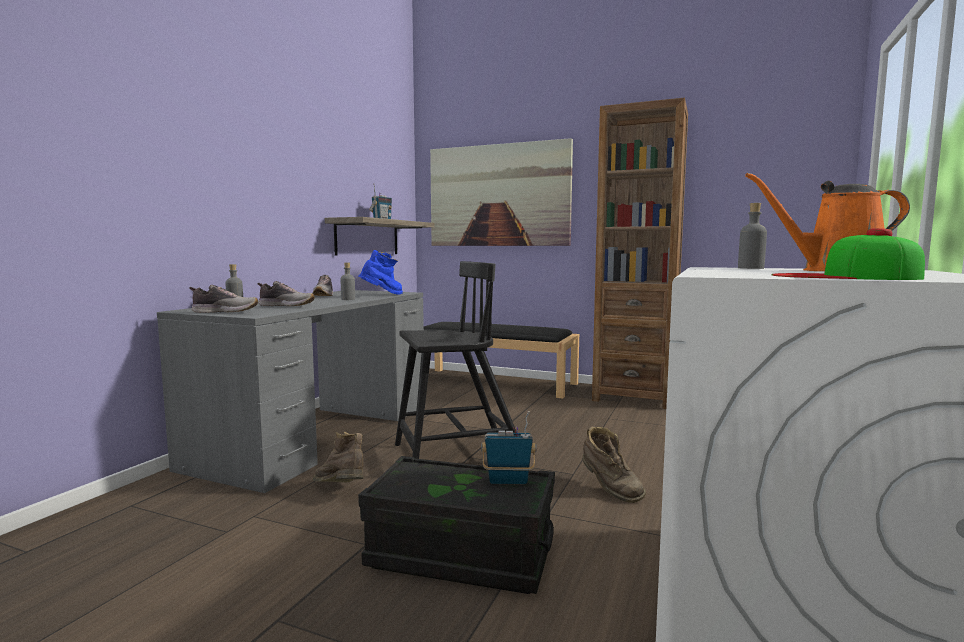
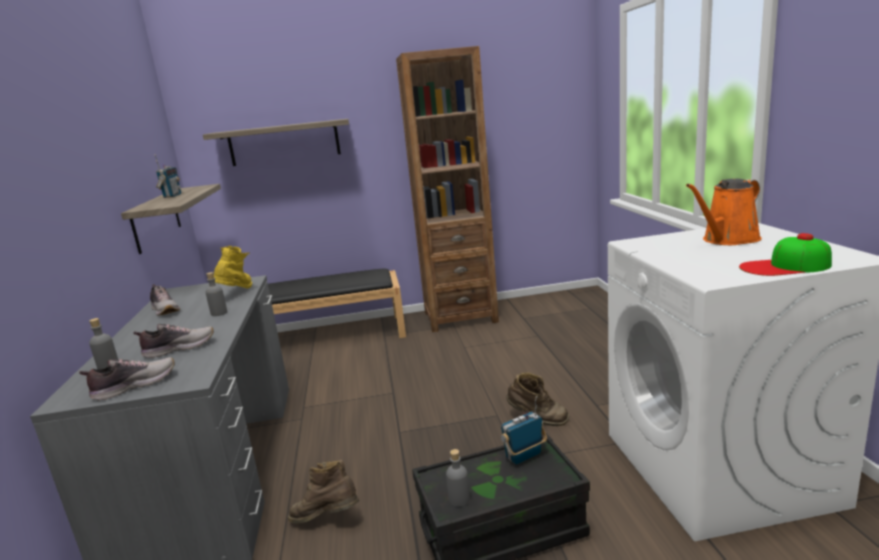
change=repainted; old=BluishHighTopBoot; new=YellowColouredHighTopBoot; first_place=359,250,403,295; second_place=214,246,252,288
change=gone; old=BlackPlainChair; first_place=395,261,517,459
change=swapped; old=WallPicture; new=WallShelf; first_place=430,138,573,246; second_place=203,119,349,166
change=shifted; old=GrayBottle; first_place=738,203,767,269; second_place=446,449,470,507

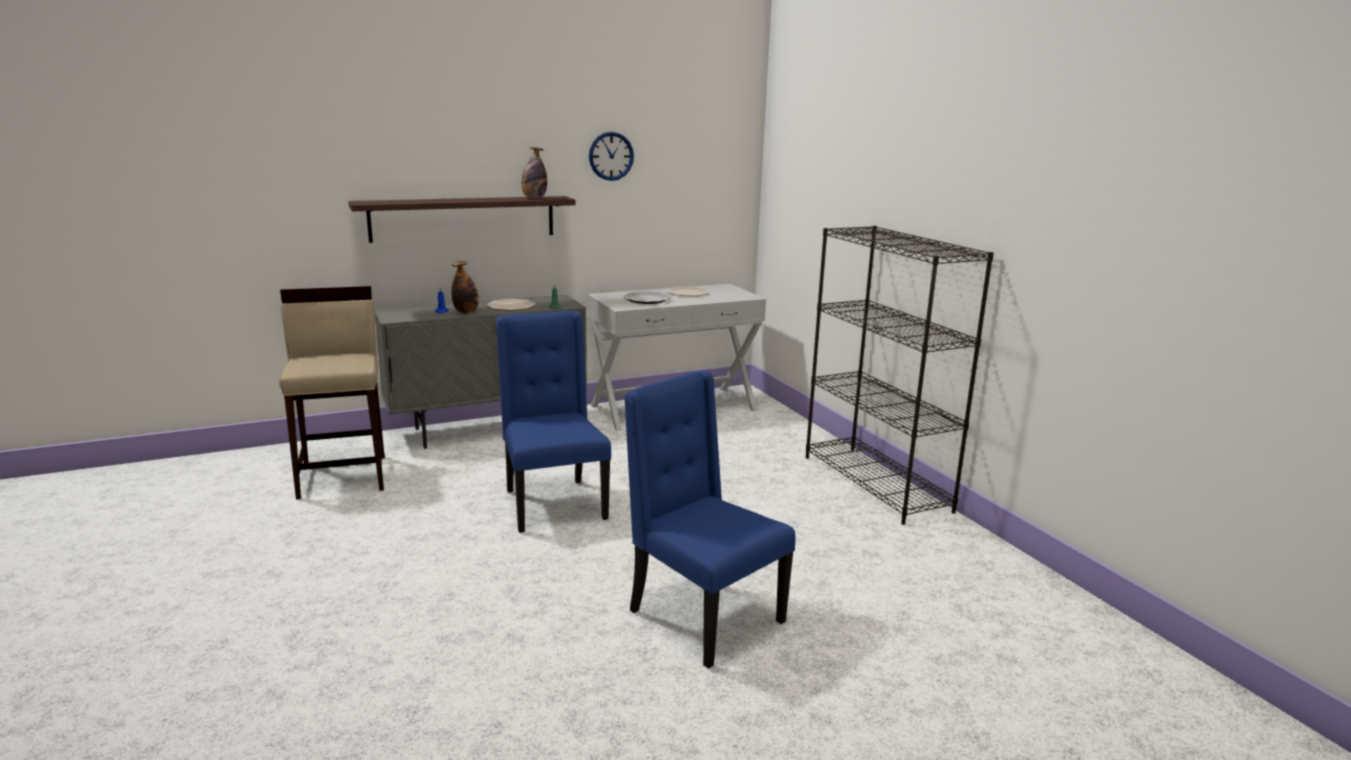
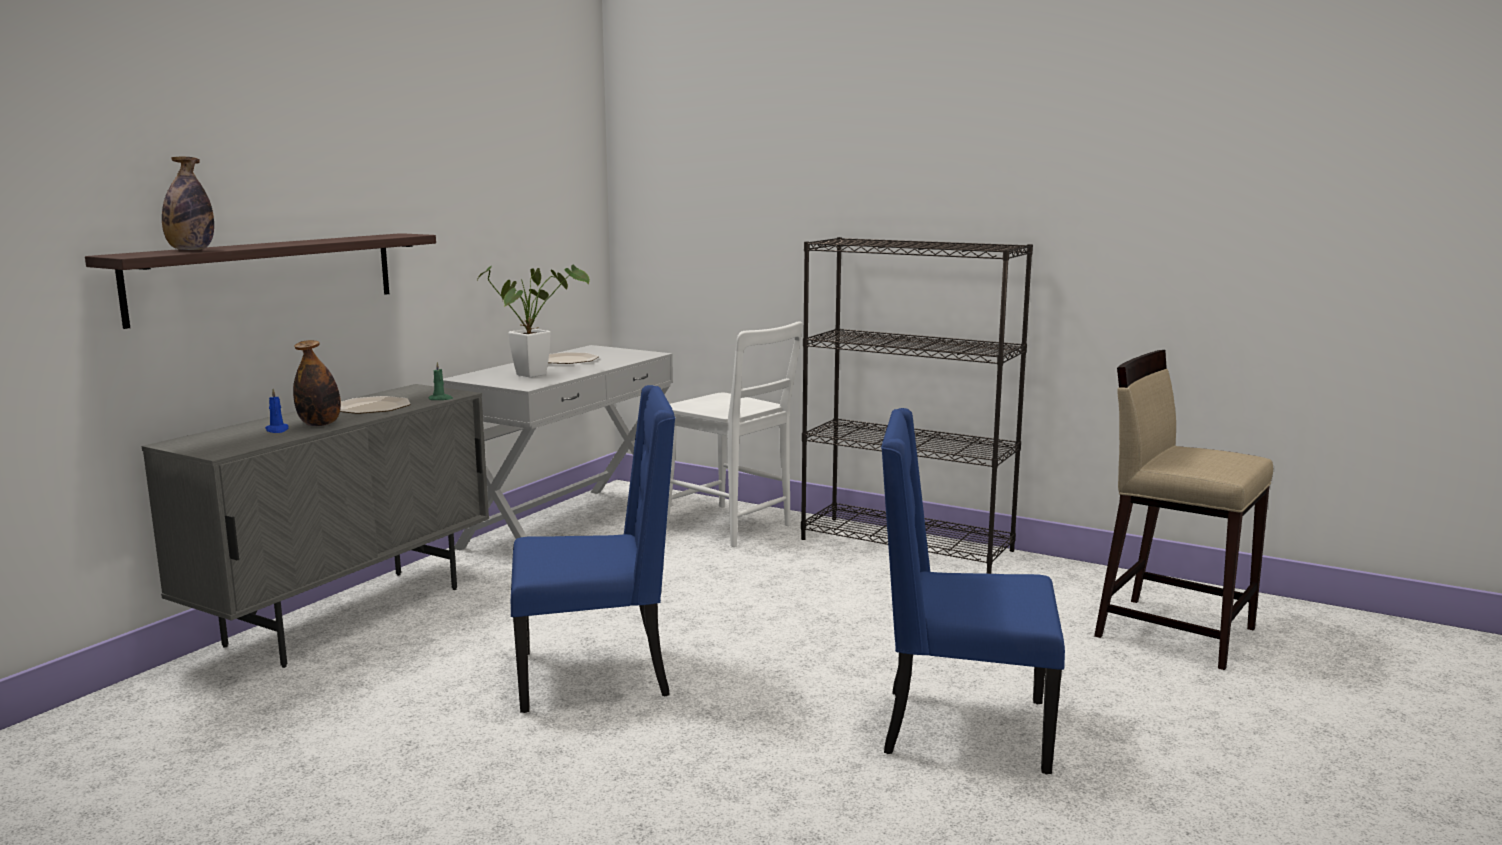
change=shifted; old=BeigeSittingStool; first_place=279,286,385,500; second_place=1094,350,1273,670
change=rotated; old=BluishPlainChair; first_place=496,311,611,533; second_place=511,385,675,713; degrees=135
change=shifted; old=Bottle; first_place=522,147,547,198; second_place=162,157,214,250
change=gone; old=ClockOnTheWall; first_place=589,132,634,181
change=swapped; old=FlatDish; new=Houseplant; first_place=623,291,670,304; second_place=477,265,590,378
change=new; new=WhitishPlainChair; second_place=666,321,803,547

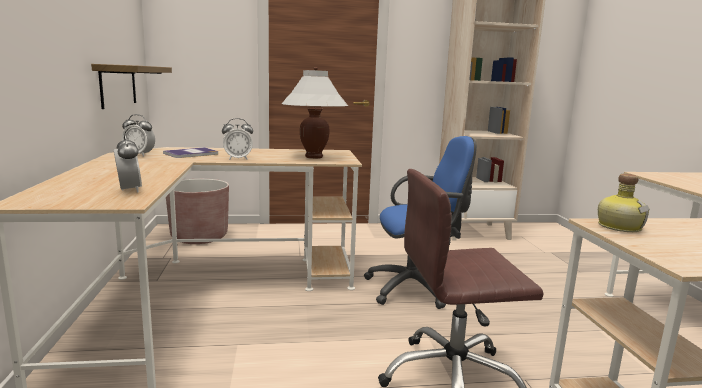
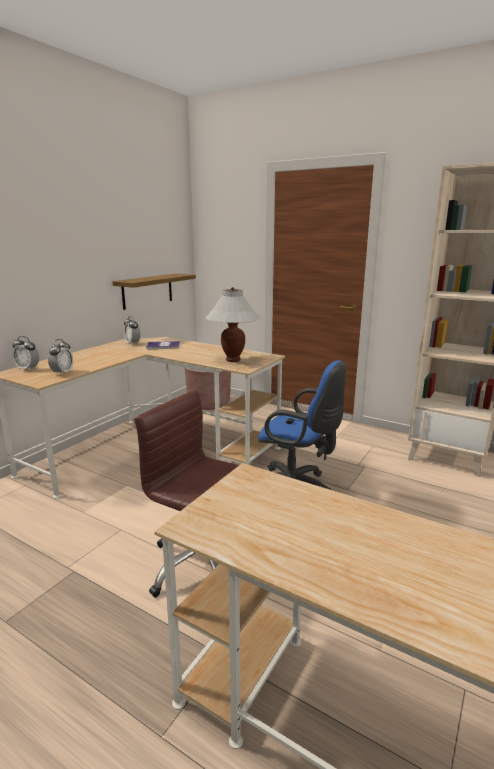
change=shifted; old=BedsideClock; first_place=222,118,253,160; second_place=12,336,39,371
change=gone; old=Bottle; first_place=598,174,650,232

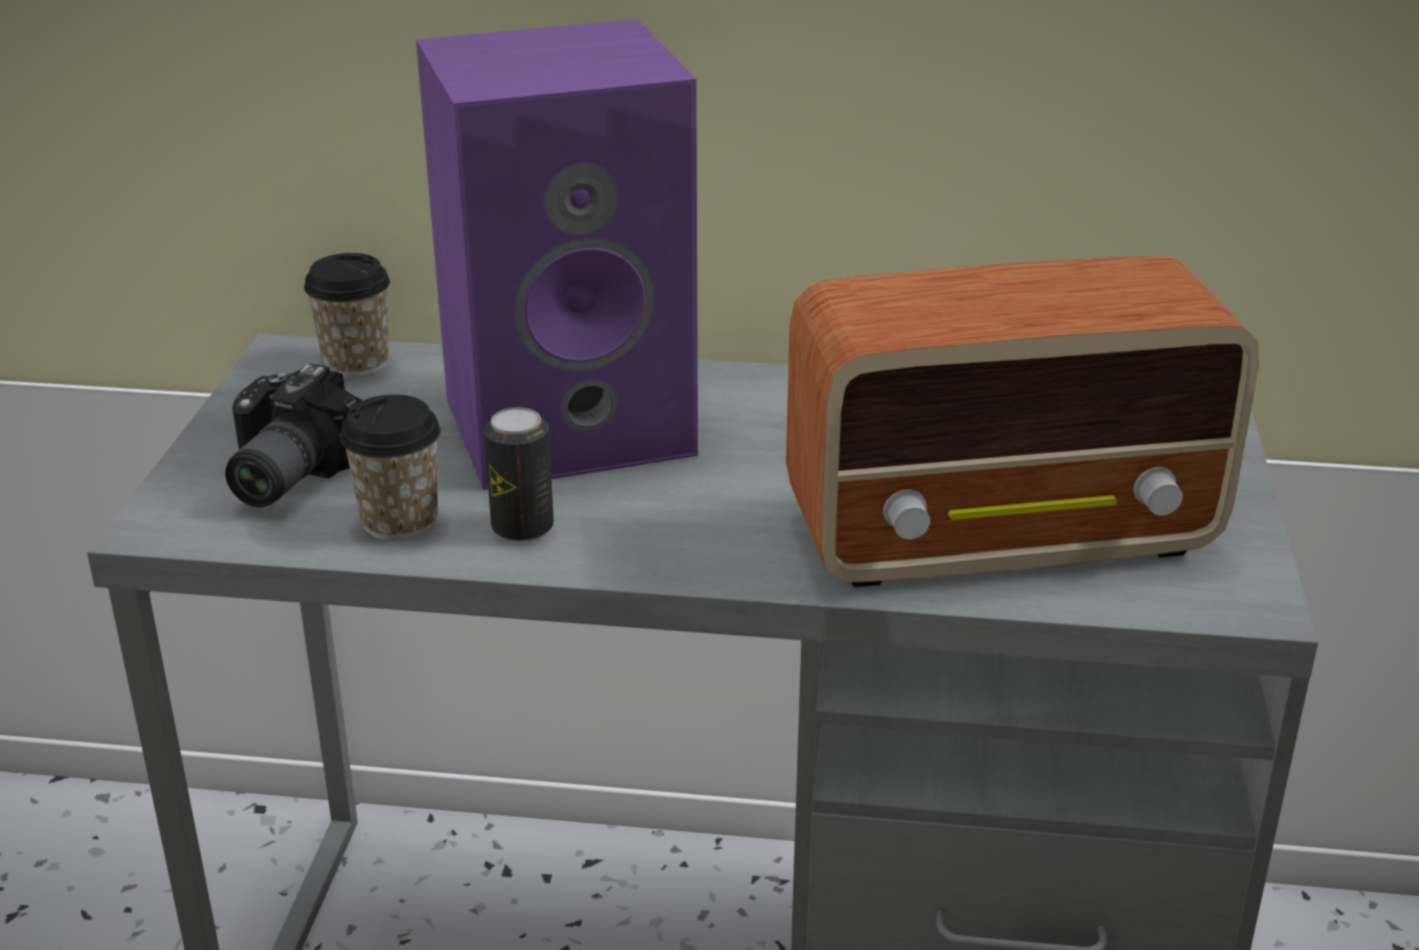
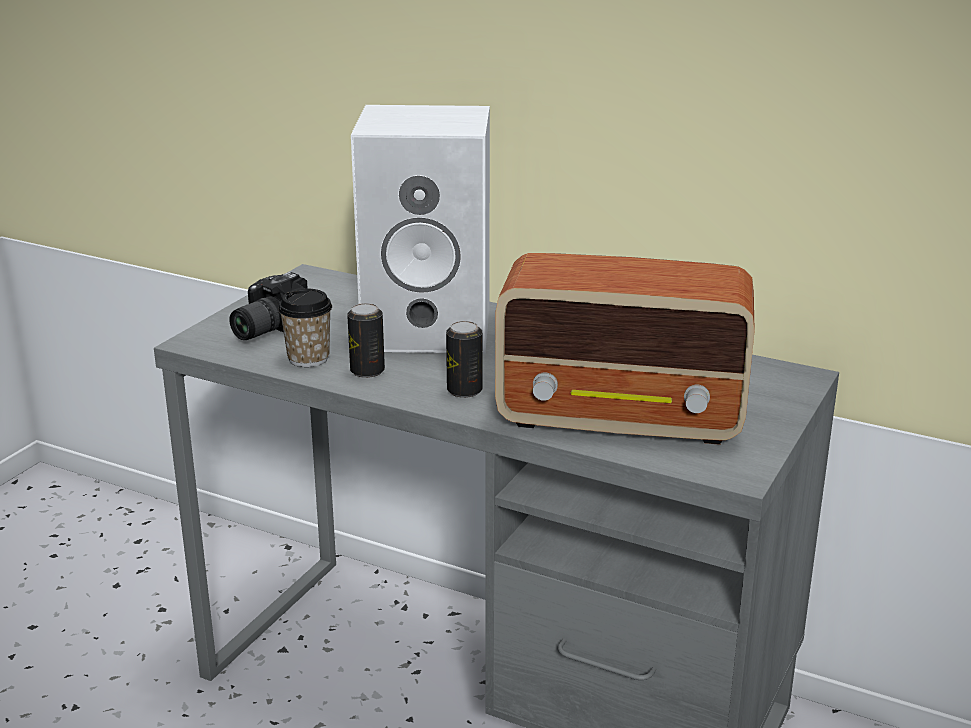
change=gone; old=SmallCup; first_place=304,253,390,378
change=repainted; old=PurpleAudioSpeaker; new=WhitishAudioSpeaker; first_place=416,19,698,490; second_place=351,105,490,354
change=new; new=Can; second_place=446,321,482,398

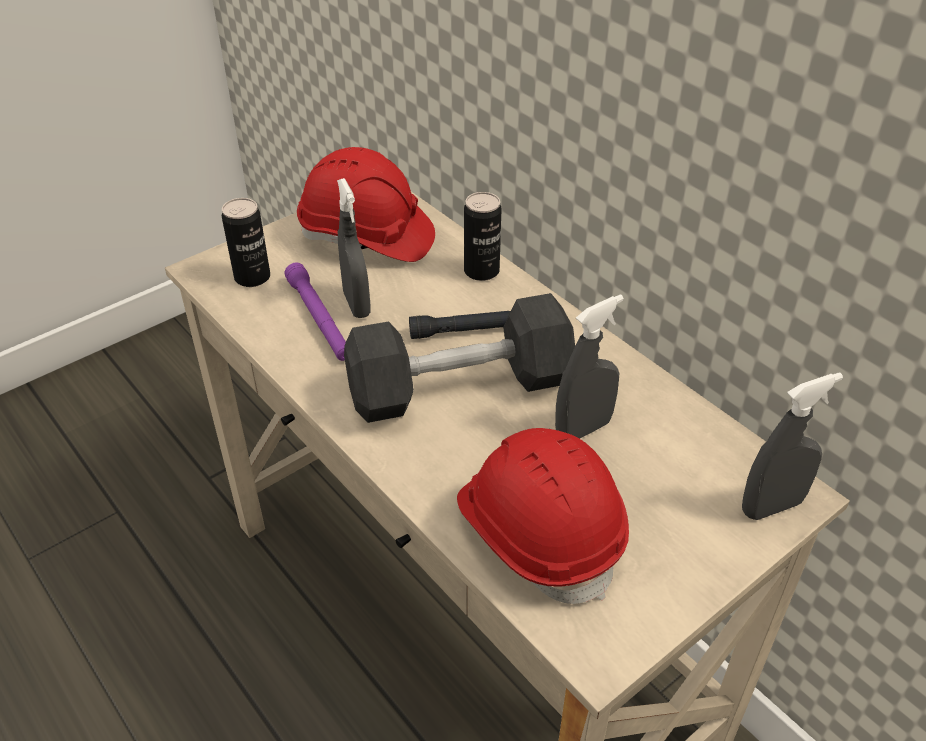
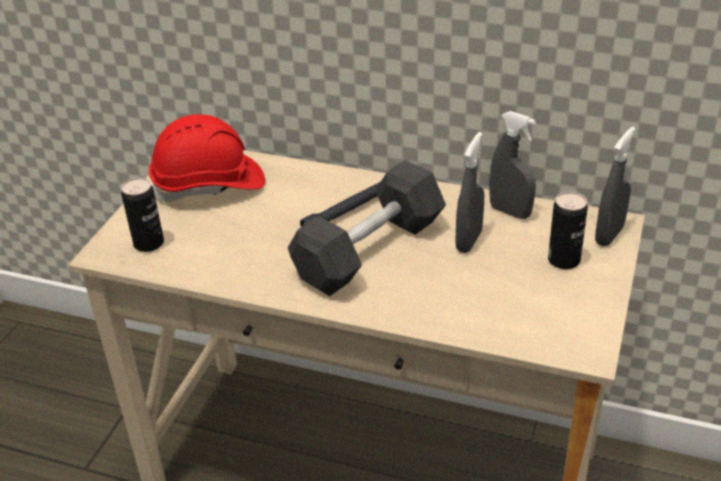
change=gone; old=PurpleHandTorch; first_place=285,263,346,361
change=shifted; old=GraySprayer; first_place=337,178,371,318; second_place=489,111,536,219
change=gone; old=RedHardHat; first_place=457,428,629,604
change=shifted; old=Can; first_place=464,192,502,281; second_place=548,192,588,269

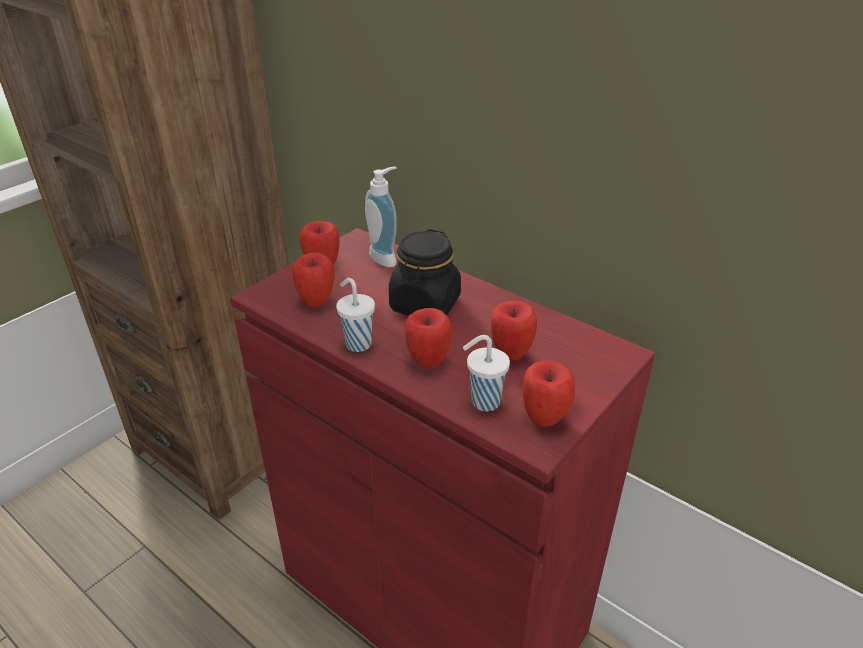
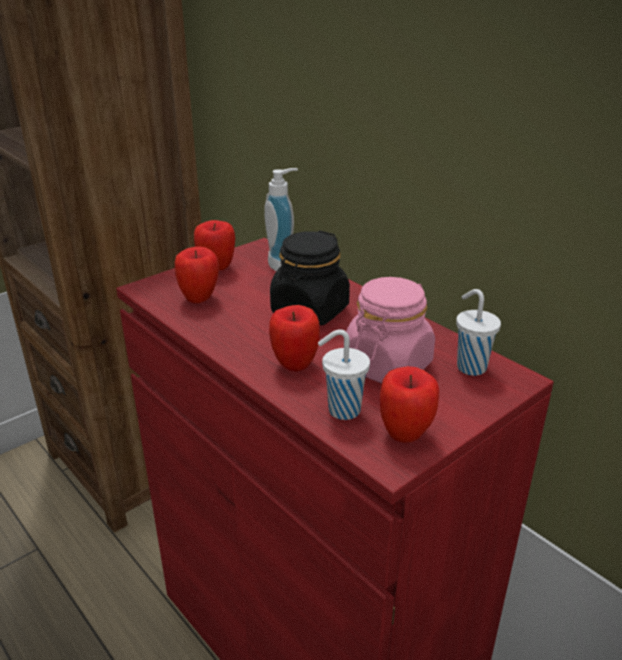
change=shifted; old=WhitishSmallCup; first_place=336,278,375,352; second_place=456,289,501,376
change=swapped; old=Apple; new=PinkPreserveJar; first_place=491,301,537,361; second_place=346,277,435,383

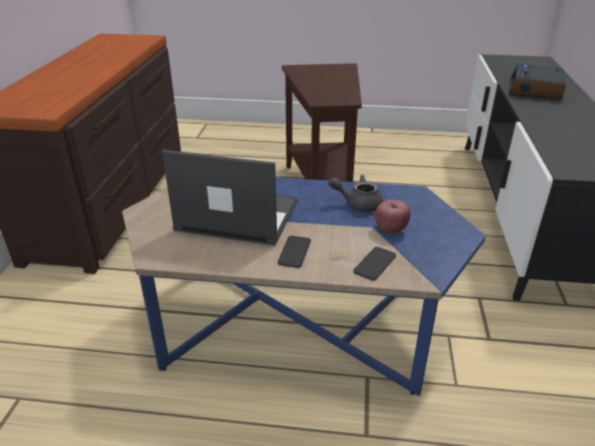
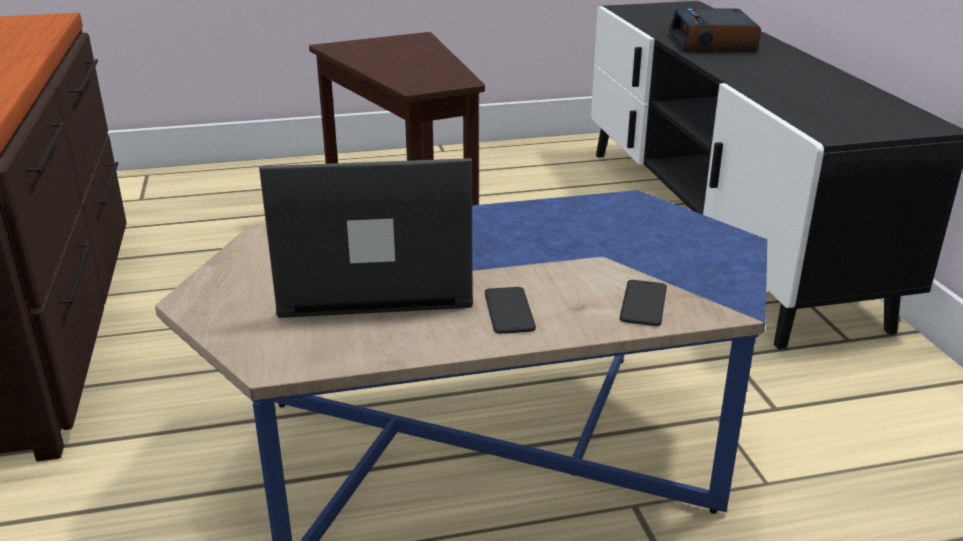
change=gone; old=GrayTeapot; first_place=329,174,383,212
change=gone; old=Apple; first_place=375,199,410,233

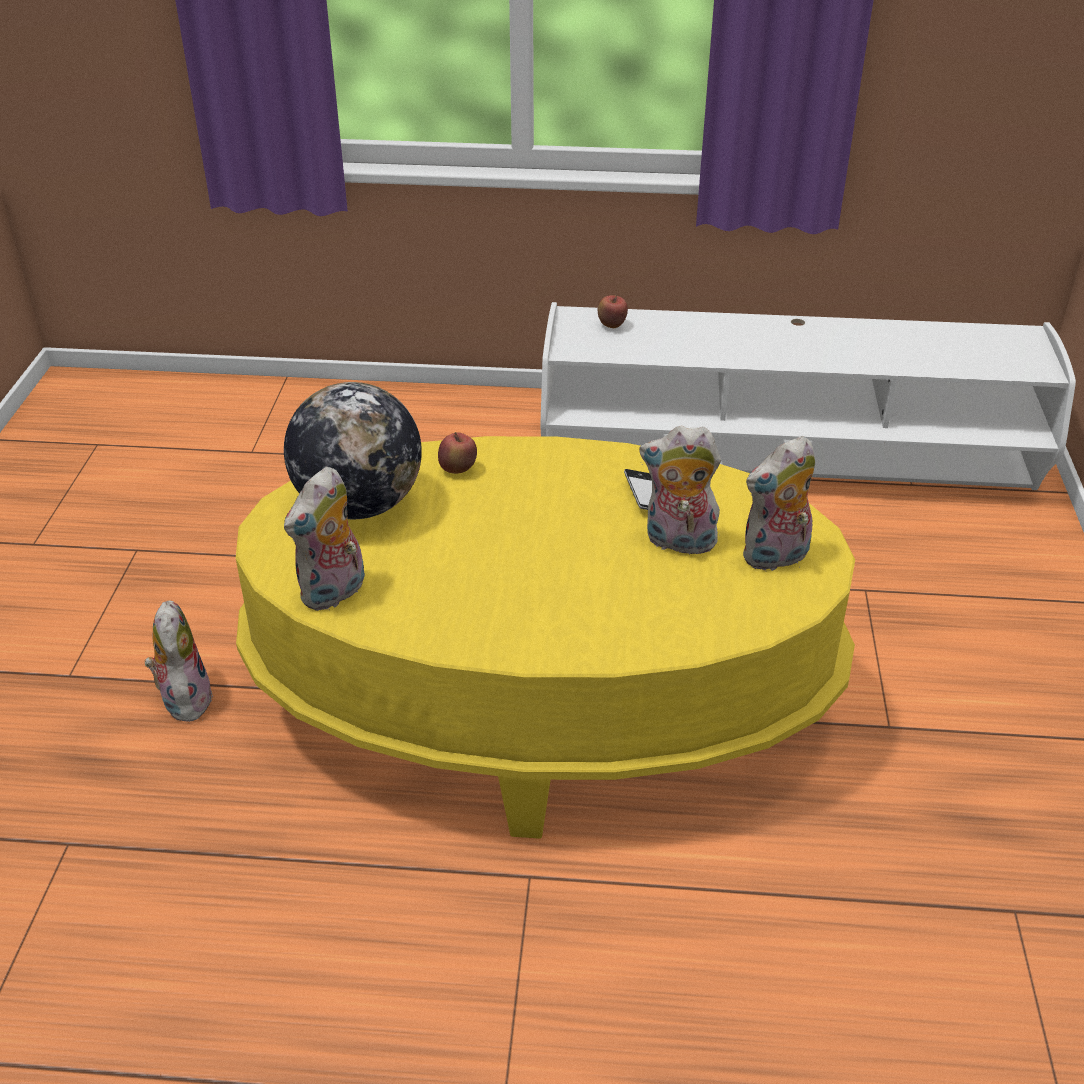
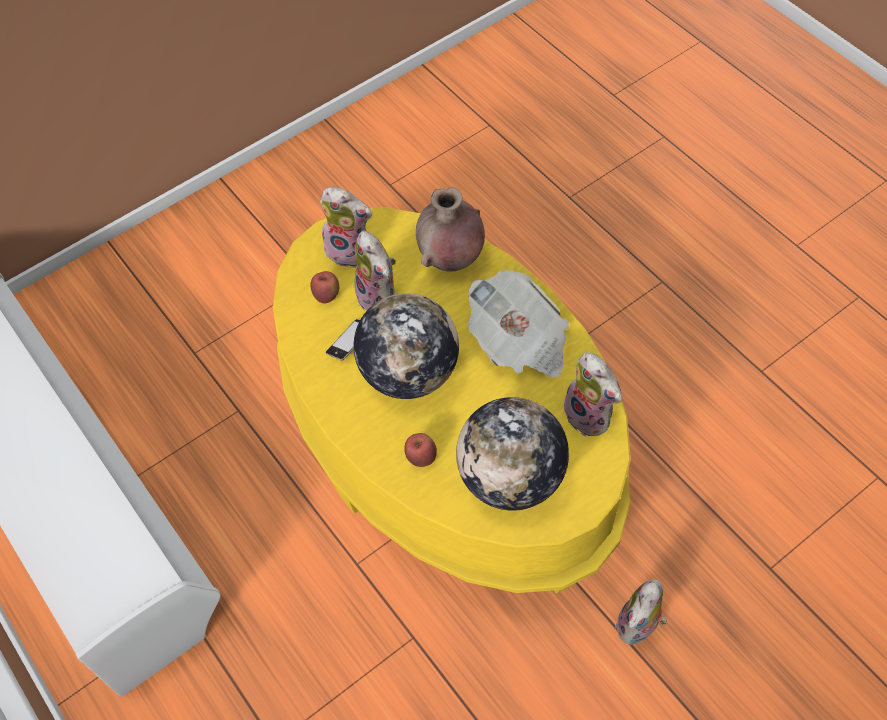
change=rotated; old=CuddlyToy; first_place=284,467,365,611; second_place=564,352,622,437; degrees=60
change=shifted; old=Apple; first_place=598,295,628,328; second_place=310,271,339,303
change=new; new=DeskGlobe; second_place=353,293,459,399
change=new; new=BrownVase; second_place=416,187,485,272
change=new; new=PrintedPaper; second_place=468,270,569,378

